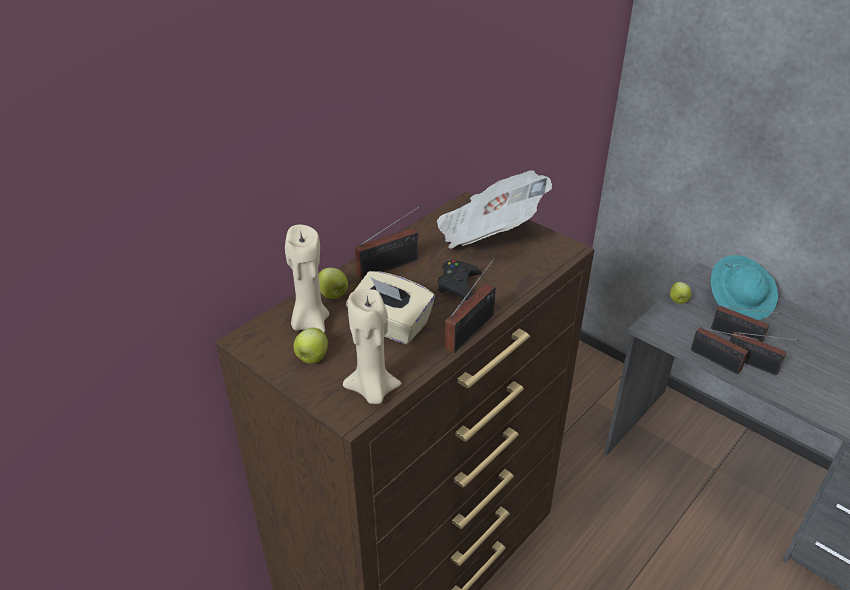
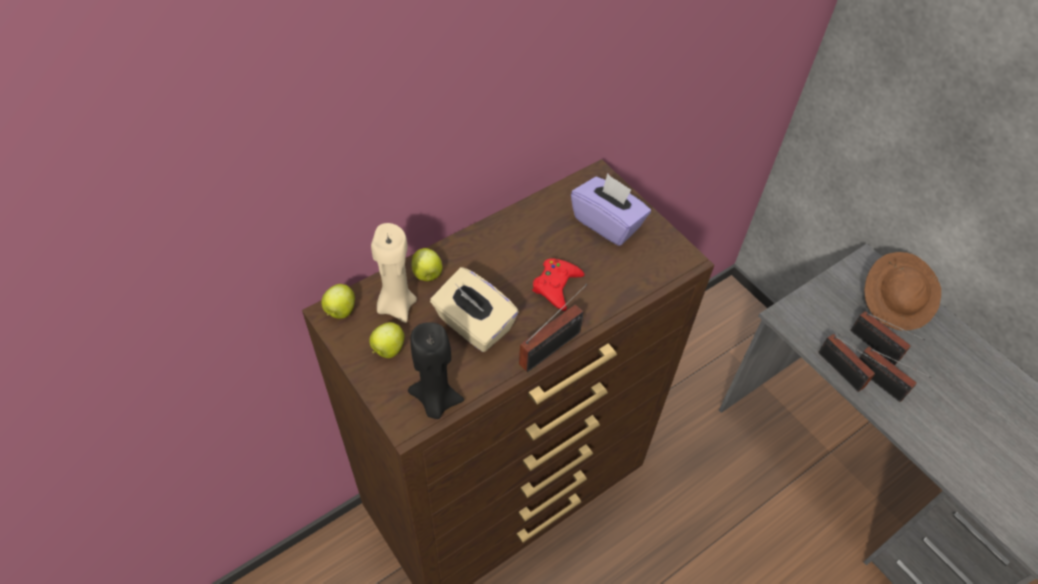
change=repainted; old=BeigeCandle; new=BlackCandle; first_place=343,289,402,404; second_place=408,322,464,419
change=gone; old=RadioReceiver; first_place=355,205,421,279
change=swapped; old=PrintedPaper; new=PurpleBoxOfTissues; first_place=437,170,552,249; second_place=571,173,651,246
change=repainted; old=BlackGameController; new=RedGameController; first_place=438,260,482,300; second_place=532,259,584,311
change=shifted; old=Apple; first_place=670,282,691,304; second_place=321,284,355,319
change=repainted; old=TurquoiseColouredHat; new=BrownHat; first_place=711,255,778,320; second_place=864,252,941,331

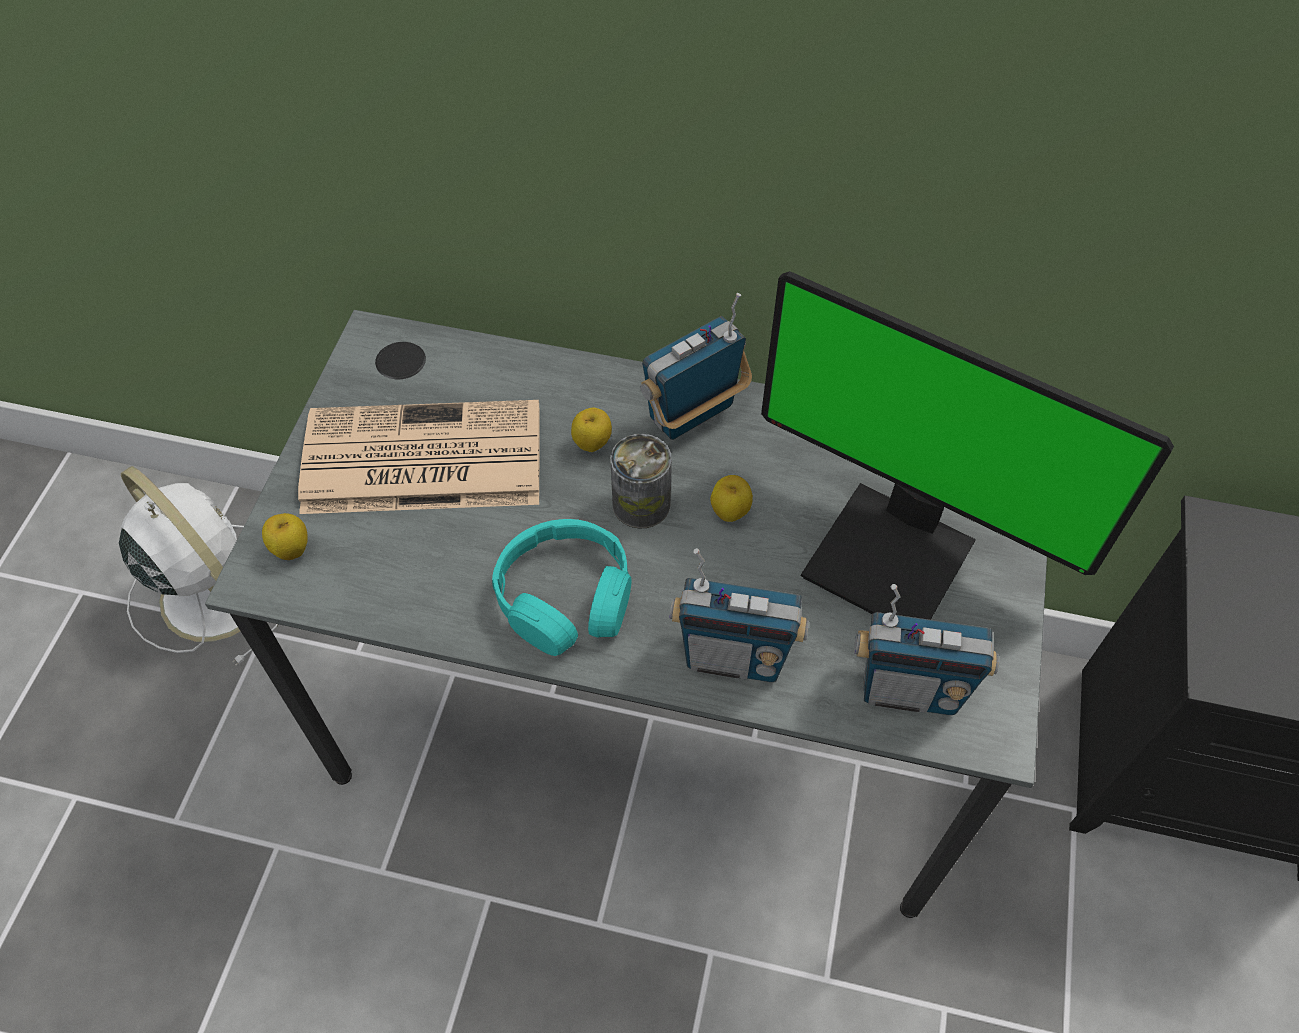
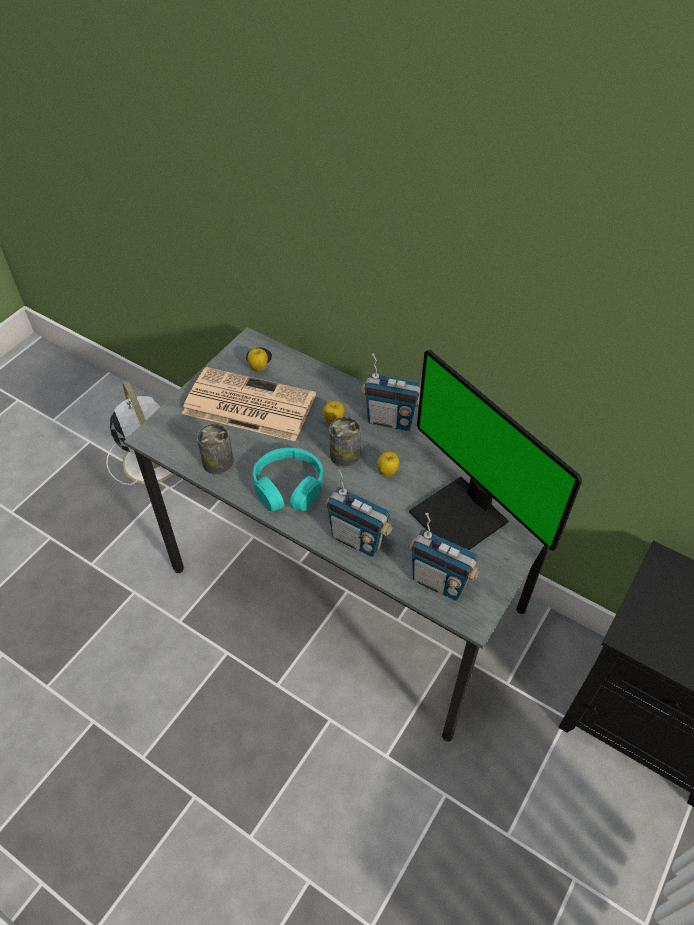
change=shifted; old=Apple; first_place=262,513,308,560; second_place=248,348,268,371
change=rotated; old=RadioReceiver; first_place=640,293,752,440; second_place=361,353,421,431; degrees=-150
change=new; new=Can; second_place=197,424,234,475

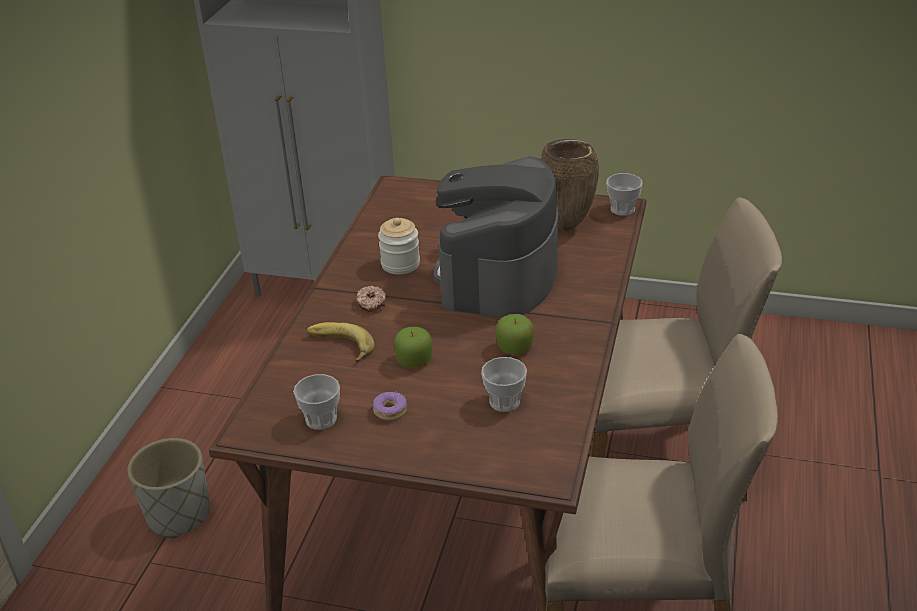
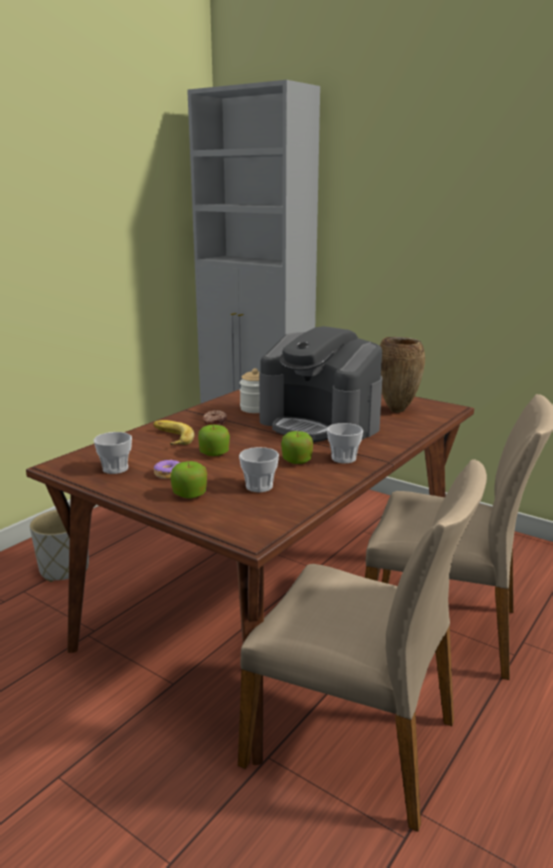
change=rotated; old=CoffeeMaker; first_place=434,156,558,318; second_place=259,326,382,442; degrees=-90
change=shifted; old=SmallCup; first_place=606,173,643,216; second_place=327,423,363,464
change=new; new=Apple; second_place=171,461,207,498

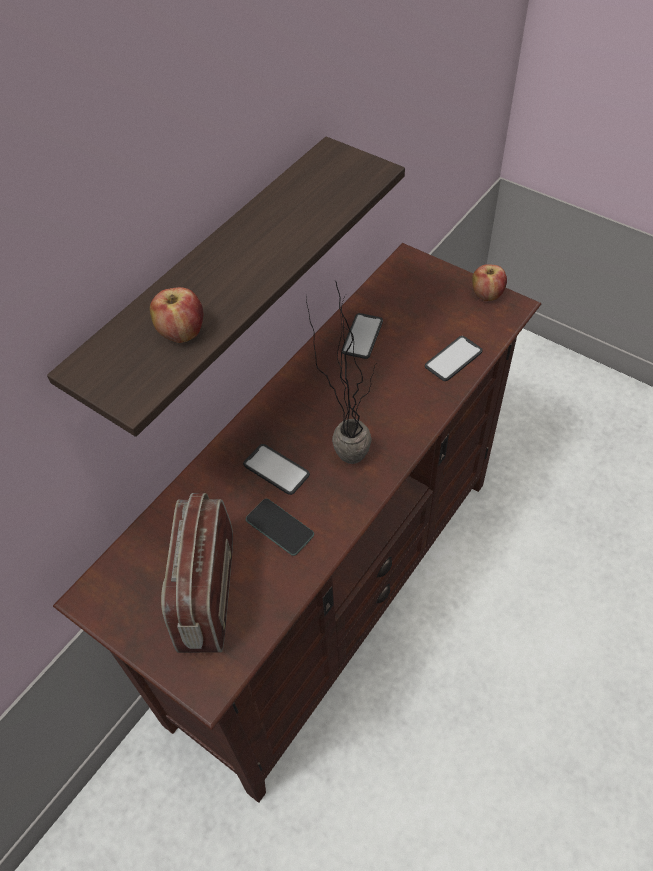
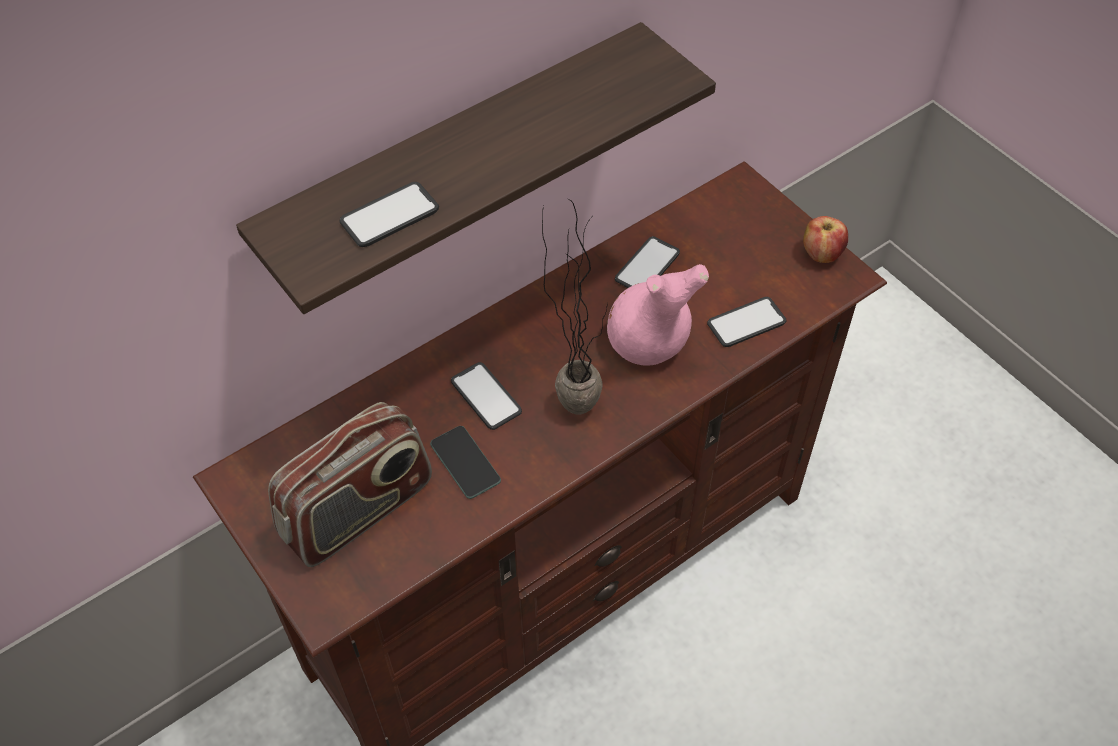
change=swapped; old=Apple; new=Phone; first_place=150,287,203,343; second_place=339,182,439,247
change=rotated; old=RadioReceiver; first_place=161,493,233,653; second_place=268,402,432,567; degrees=-150
change=new; new=PinkVase; second_place=607,264,709,366

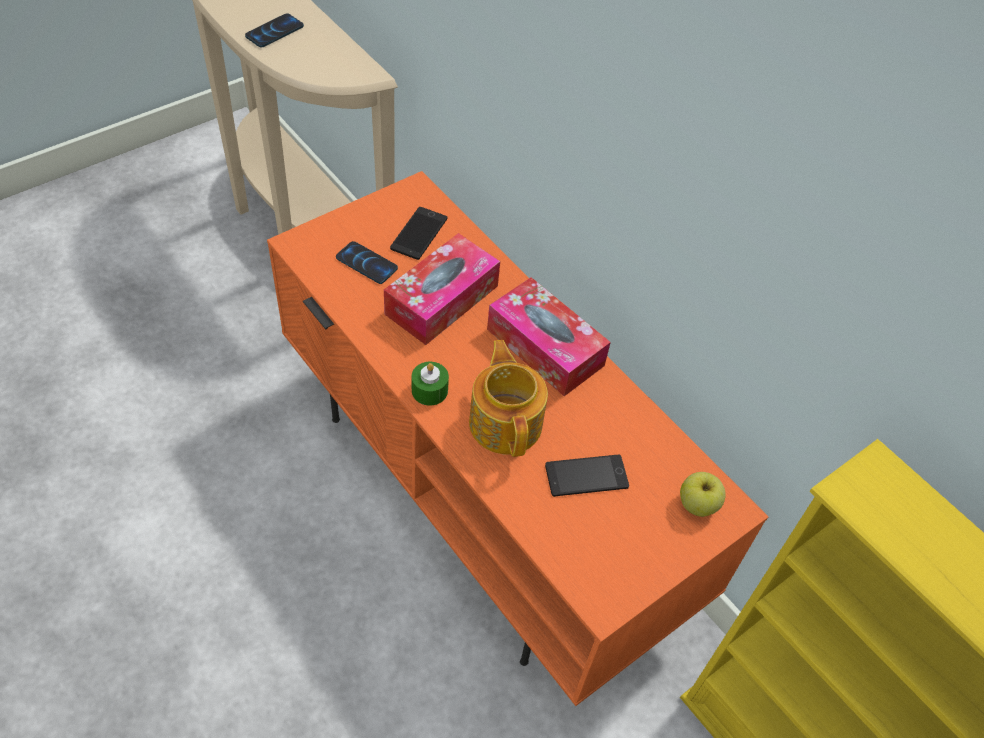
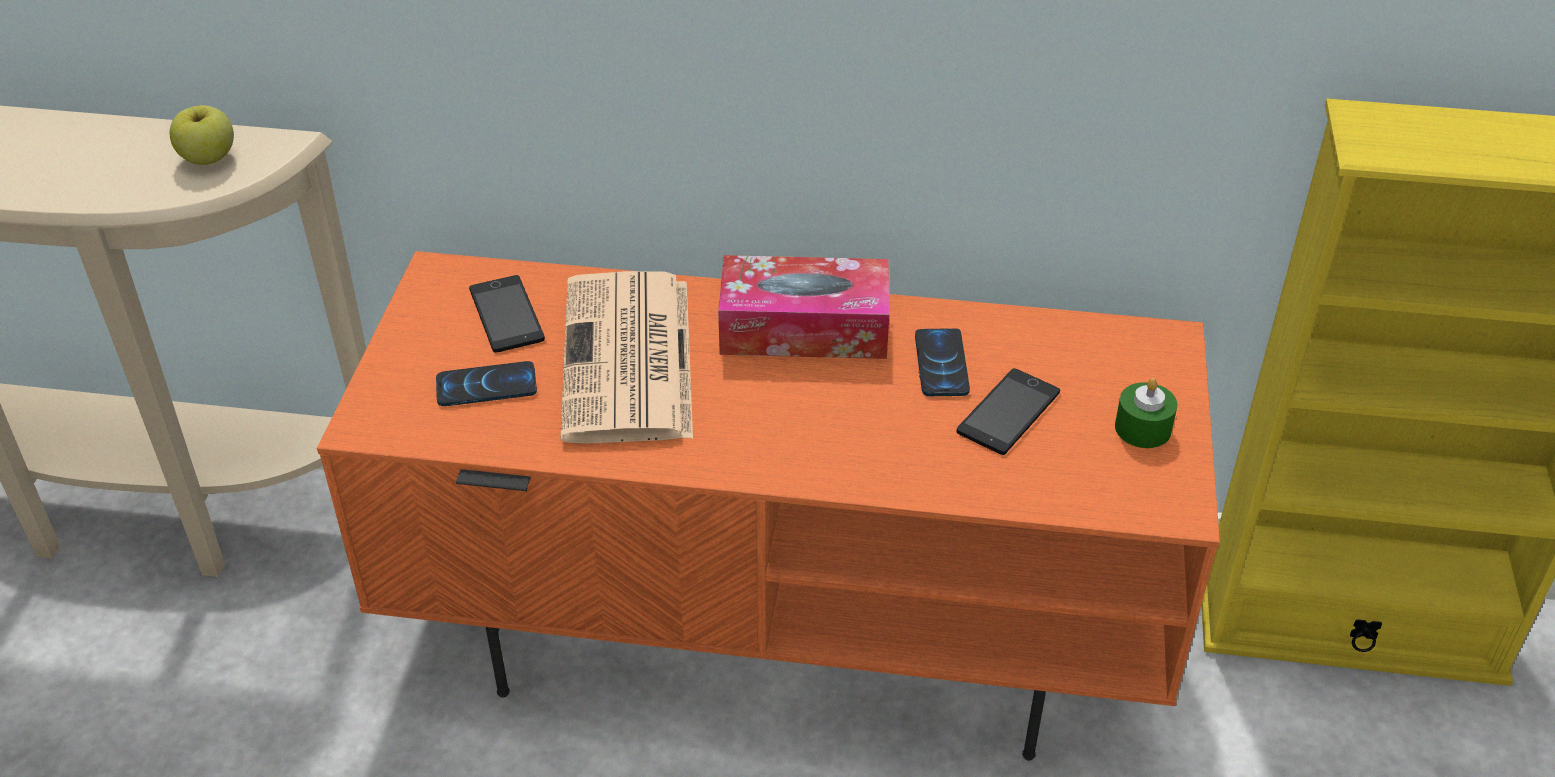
change=shifted; old=Phone; first_place=245,13,304,48; second_place=915,328,970,396
change=swapped; old=BoxOfTissues; new=PrintedPaper; first_place=384,233,500,345; second_place=560,271,693,444
change=shifted; old=GreenishCandle; first_place=412,362,449,406; second_place=1115,378,1178,448
change=gone; old=Teapot; first_place=469,340,548,457
change=shifted; old=Apple; first_place=680,472,726,517; second_place=170,105,234,165

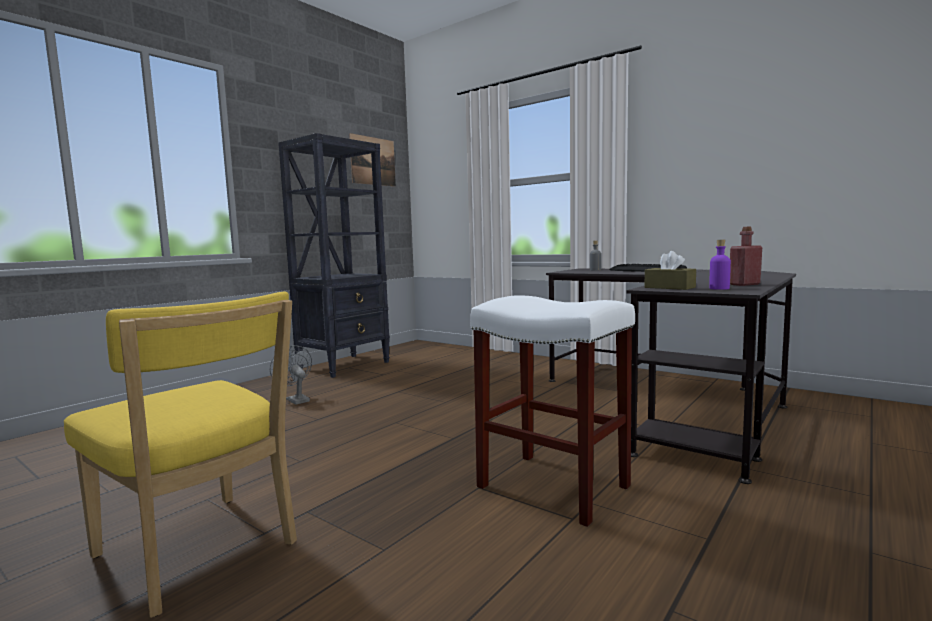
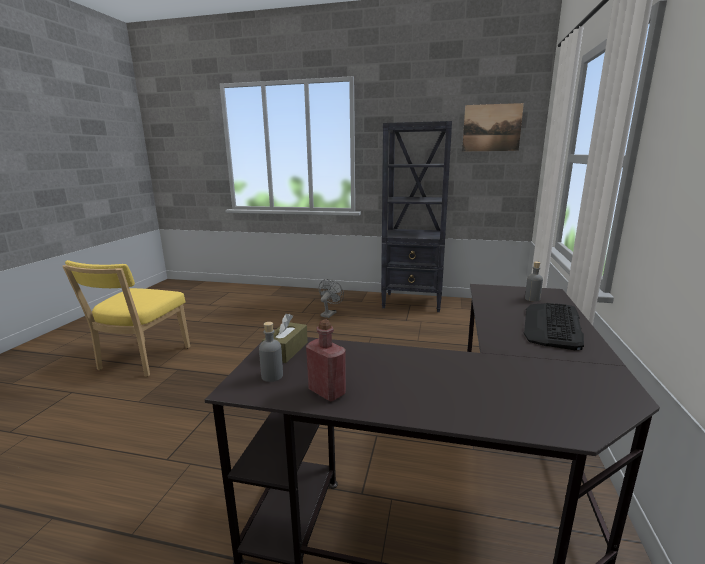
change=gone; old=WhitishSittingStool; first_place=470,295,635,527
change=repainted; old=PurpleBottle; new=GrayBottle; first_place=709,240,731,290; second_place=259,322,283,382

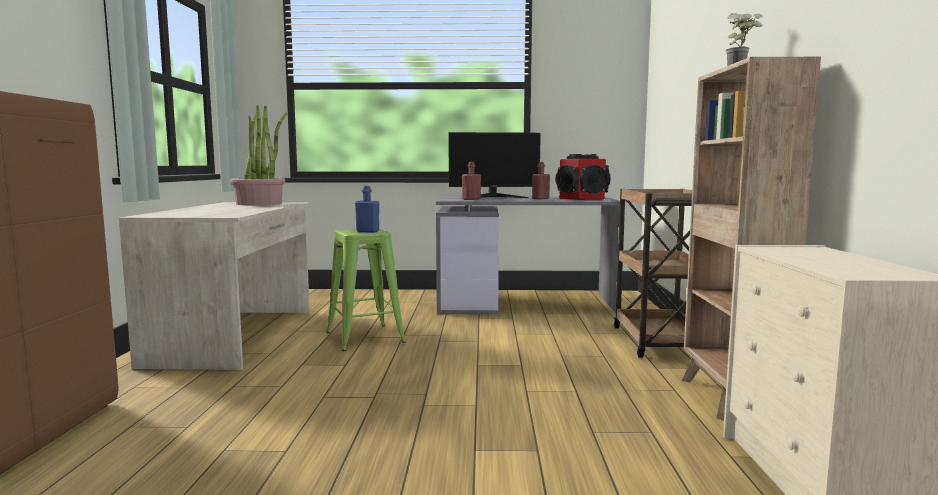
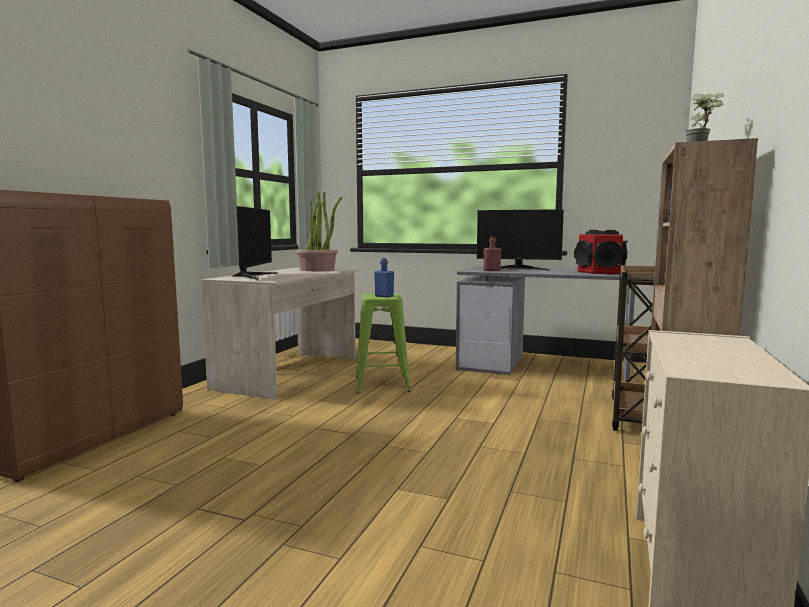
change=gone; old=RedBottle; first_place=532,162,550,200
change=new; new=ComputerScreen; second_place=231,206,278,280

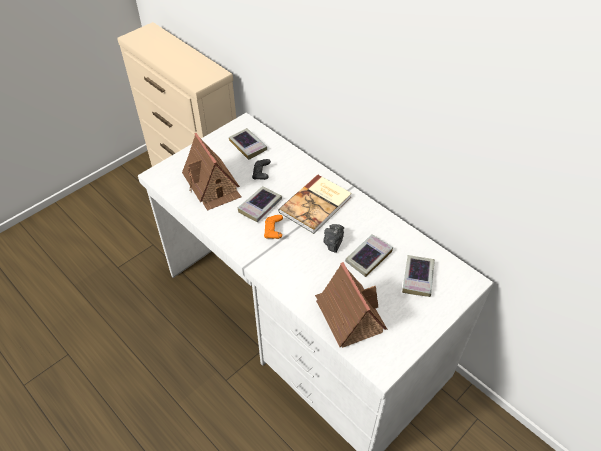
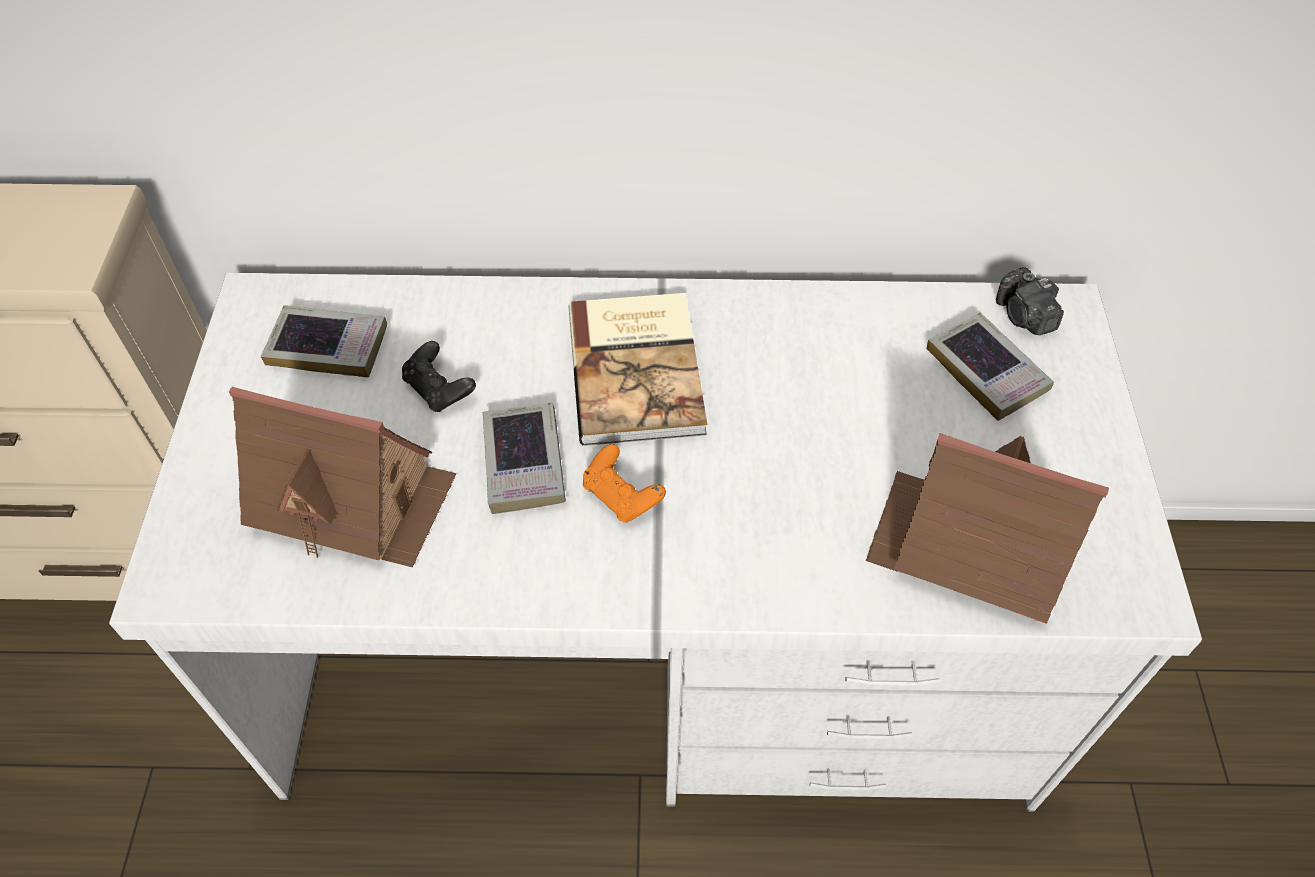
change=shifted; old=PhotoCamera; first_place=324,224,344,253; second_place=996,267,1064,335
change=gone; old=Book; first_place=345,234,393,277

